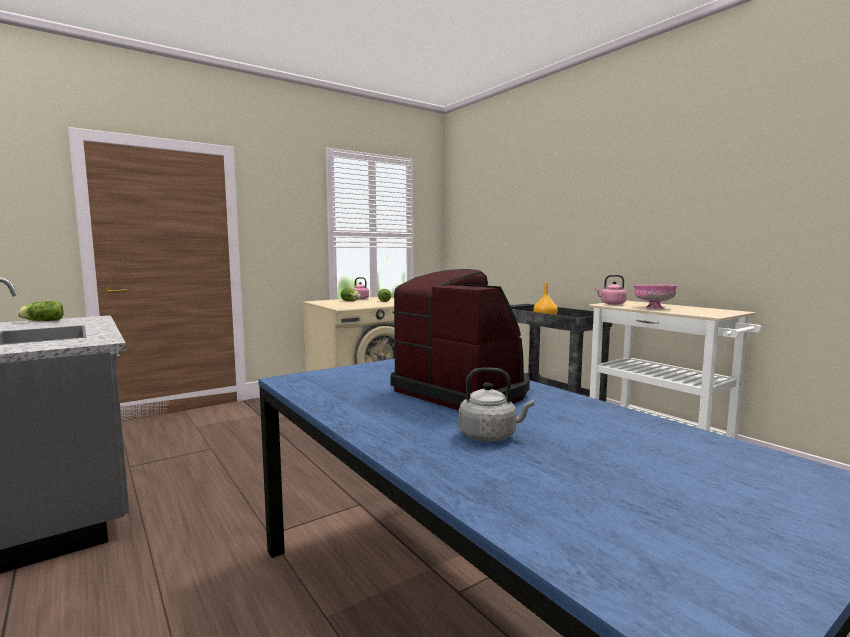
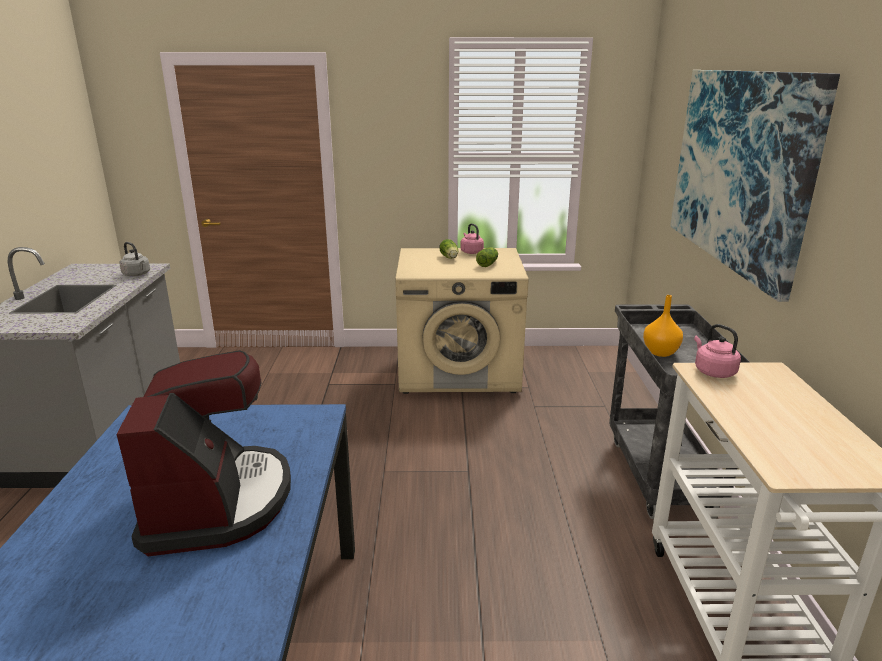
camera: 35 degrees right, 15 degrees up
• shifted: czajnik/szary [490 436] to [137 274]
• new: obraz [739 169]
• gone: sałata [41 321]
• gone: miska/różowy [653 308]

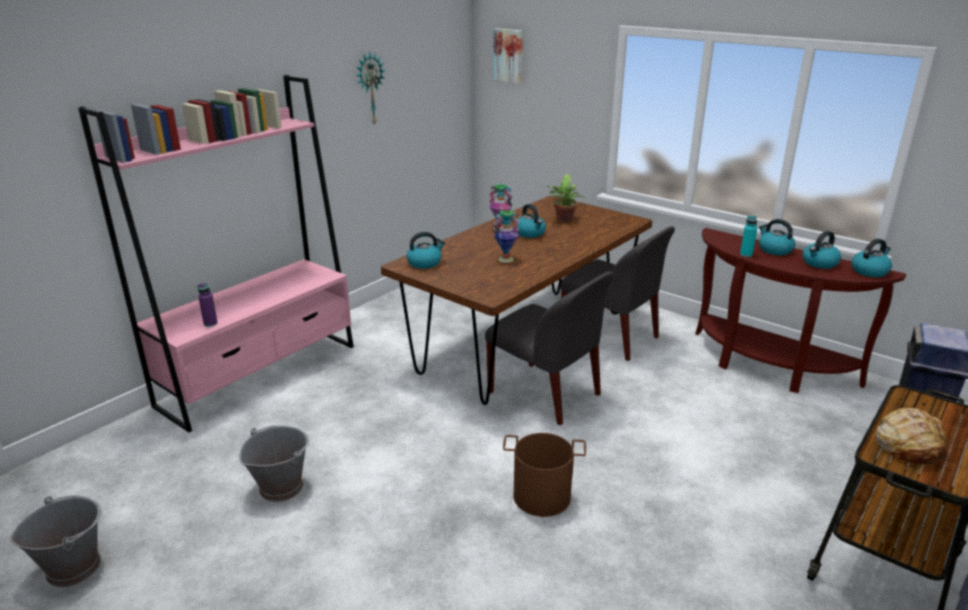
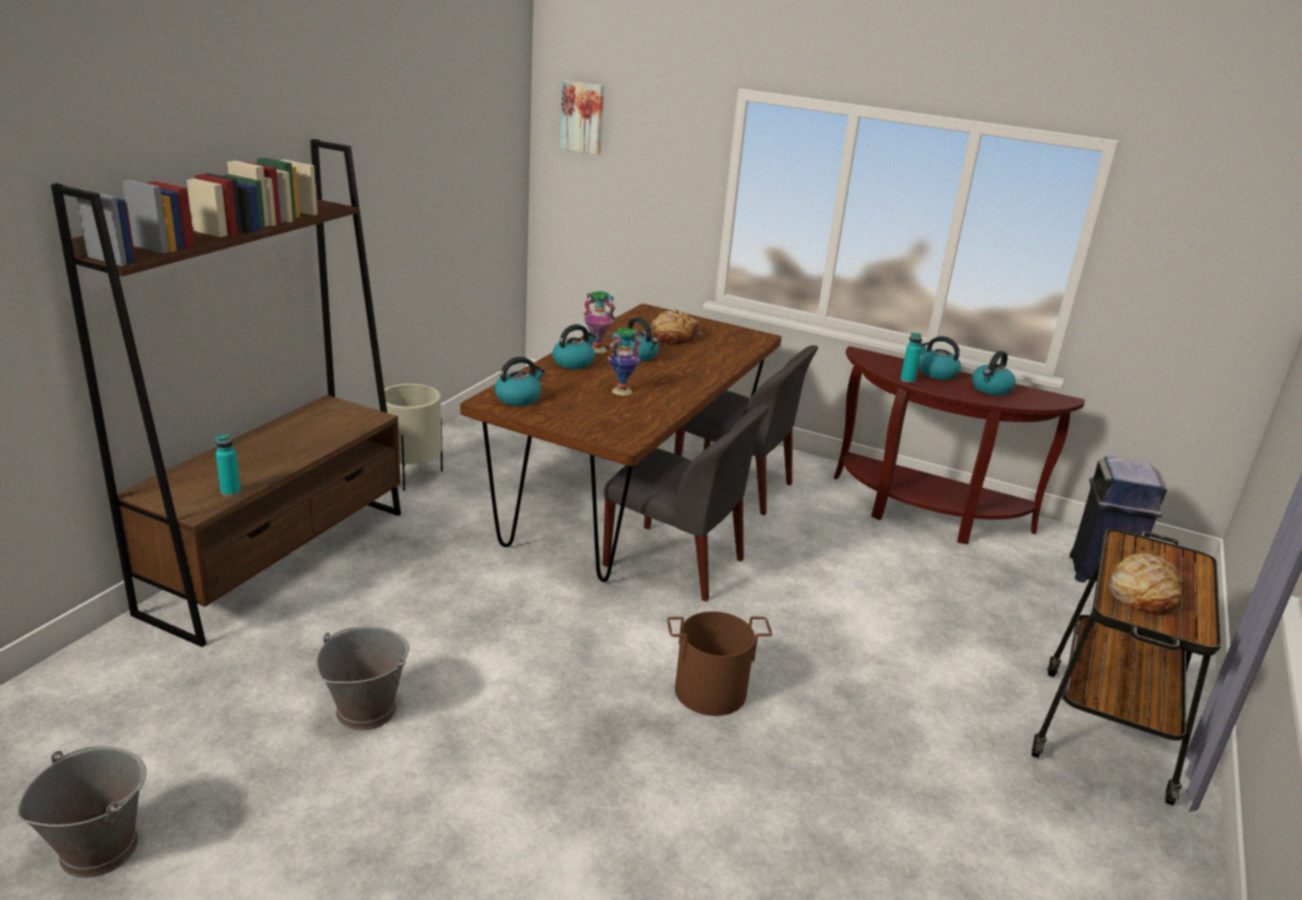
camera: 15 degrees left, 0 degrees up
• repainted: regał/różowy [260 374] to regał/brązowy [279 559]
• repainted: butelka/fioletowy [210 324] to butelka/turkusowy [230 491]
• new: donica/beżowy [412 476]
• shifted: czajnik [869 271] to [573 363]
• swapped: roślina doniczkowa [564 220] to chleb [673 337]
• gone: zegar ścienny [369 89]

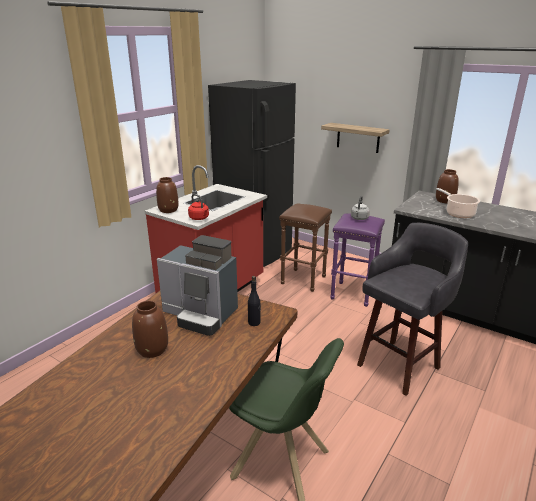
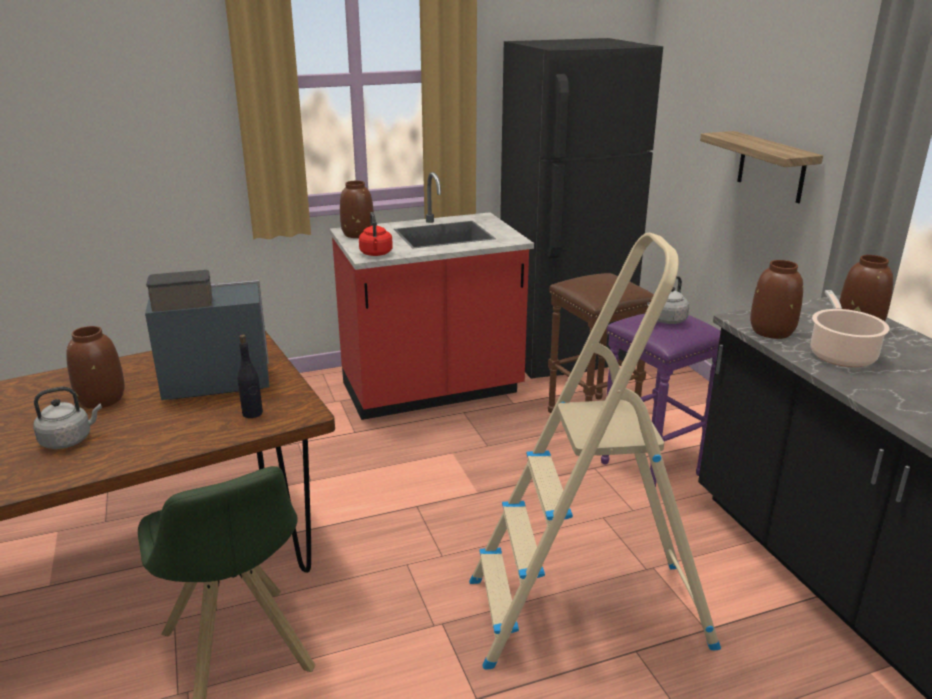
camera: 35 degrees right, 0 degrees up
• new: czajnik/szary [69 440]
• rotated: ekspres do kawy [201 315] = [212 381] 105 degrees clockwise
• swapped: stołek/szary [401 365] to drabinka/beżowy [586 613]
• new: wazon/brązowy [771 332]

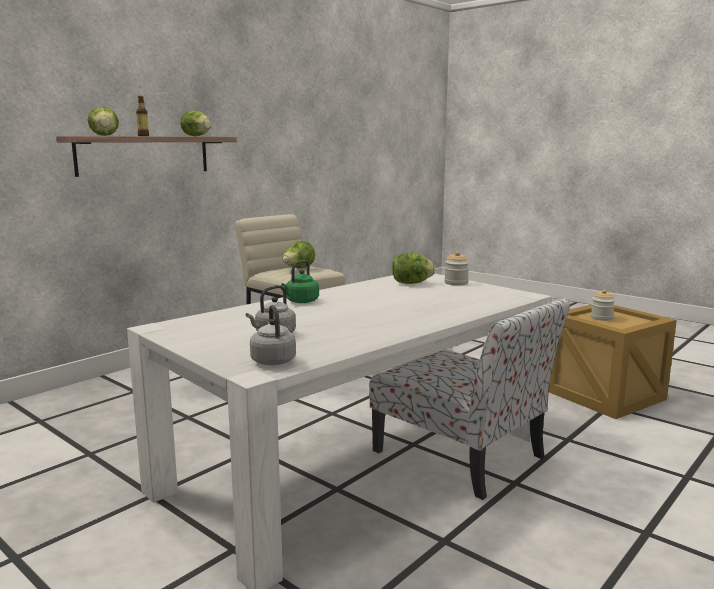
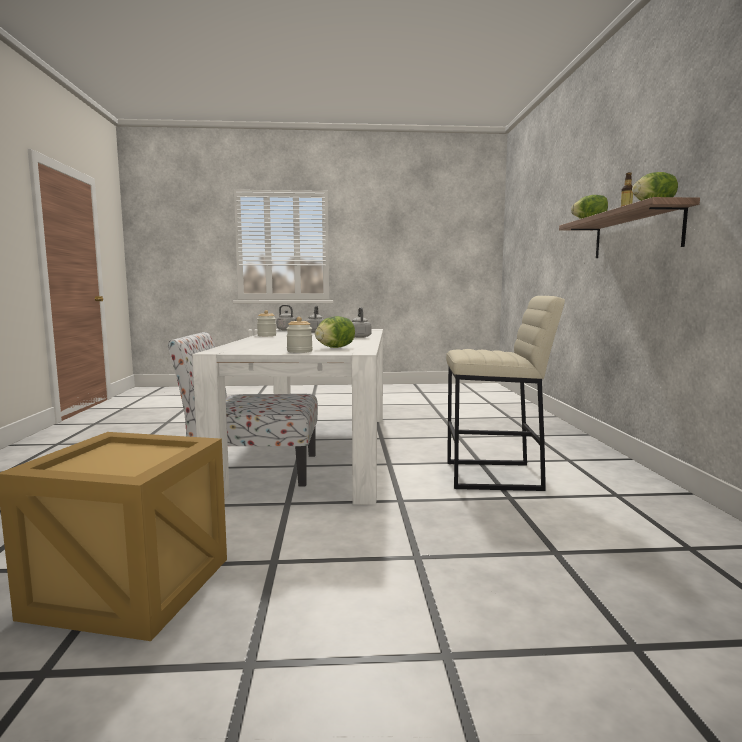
camera: 135 degrees right, 5 degrees down
• shifted: słoik [601 318] to [266 335]
• repainted: czajnik/zielony [301 301] to czajnik/szary [359 337]
• gone: sałata [298 269]

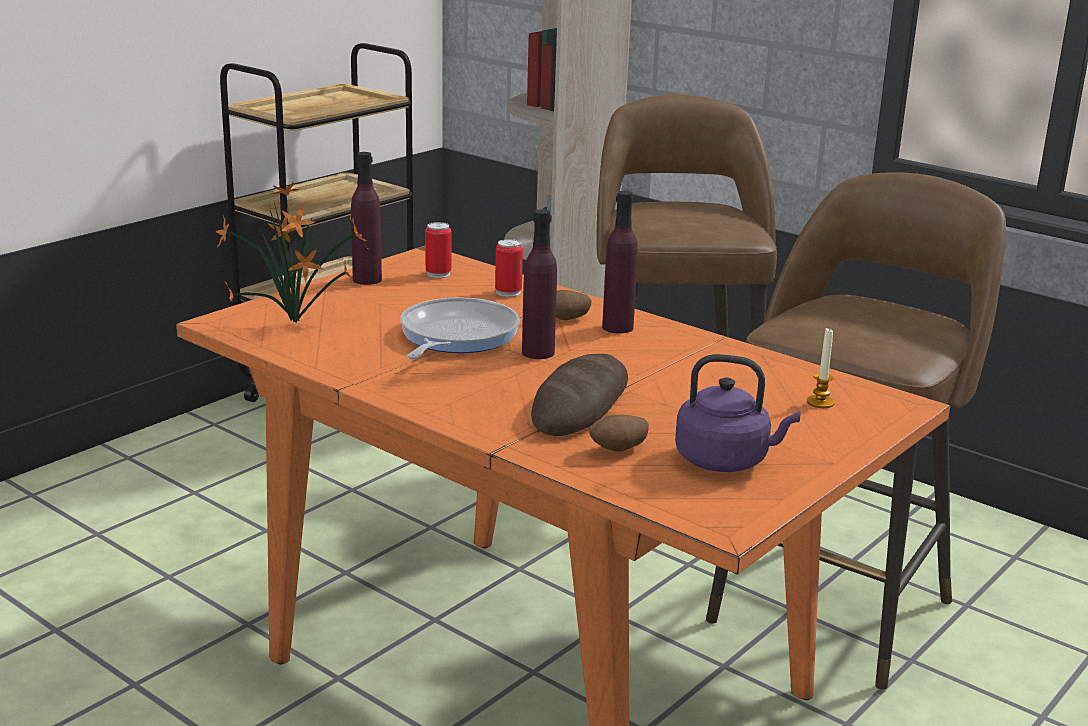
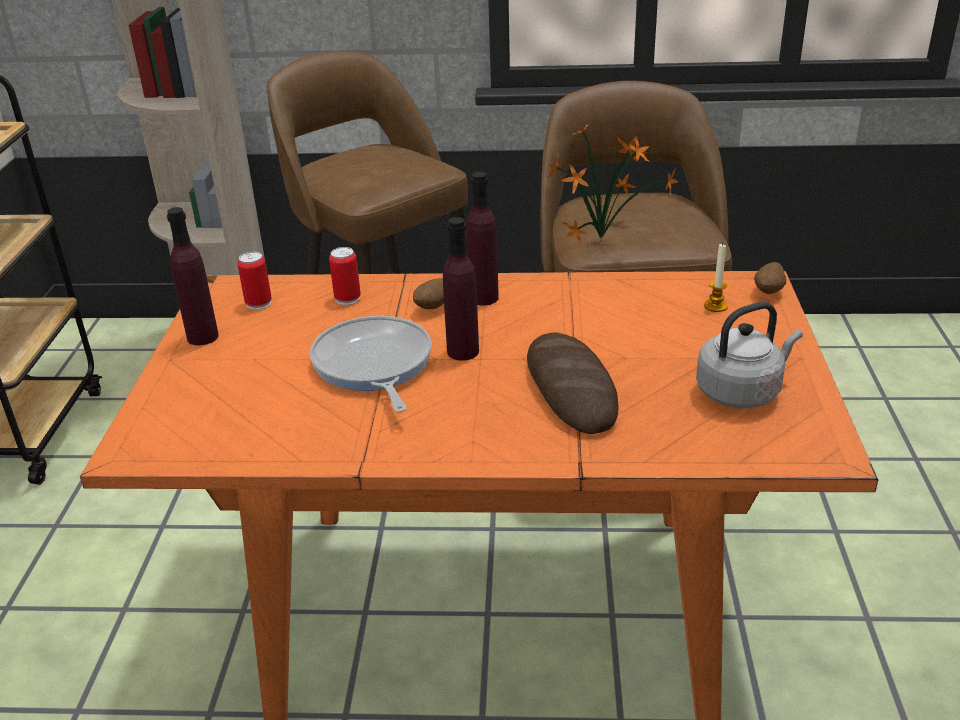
camera: 35 degrees left, 10 degrees up
• shifted: roślina doniczkowa [299 323] to [603 238]
• repainted: czajnik/fioletowy [726 461] to czajnik/szary [741 391]
• shifted: ziemniak [618 450] to [768 292]

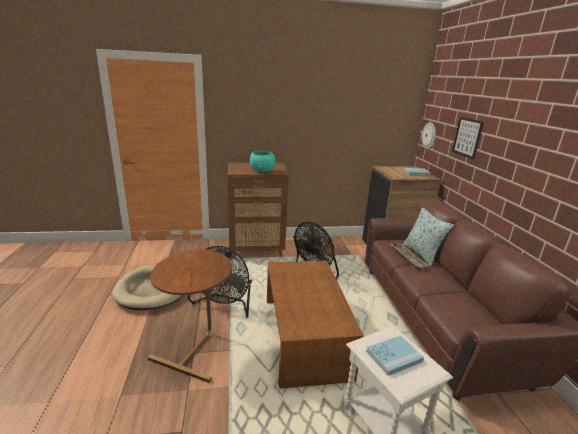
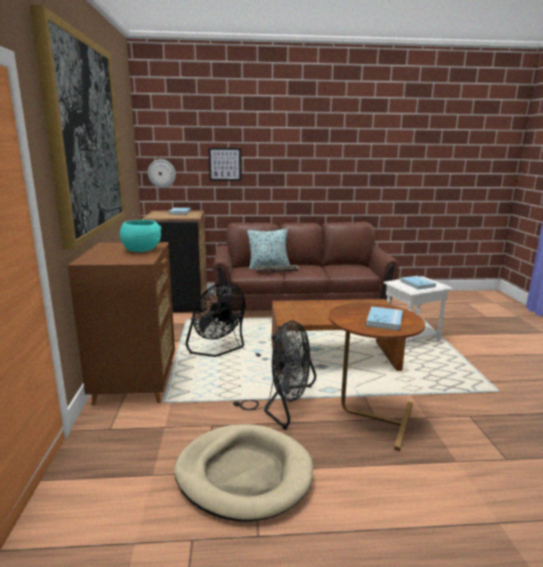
camera: 85 degrees left, 5 degrees down
• new: obraz [85 138]
• new: książka/niebieski [384 320]

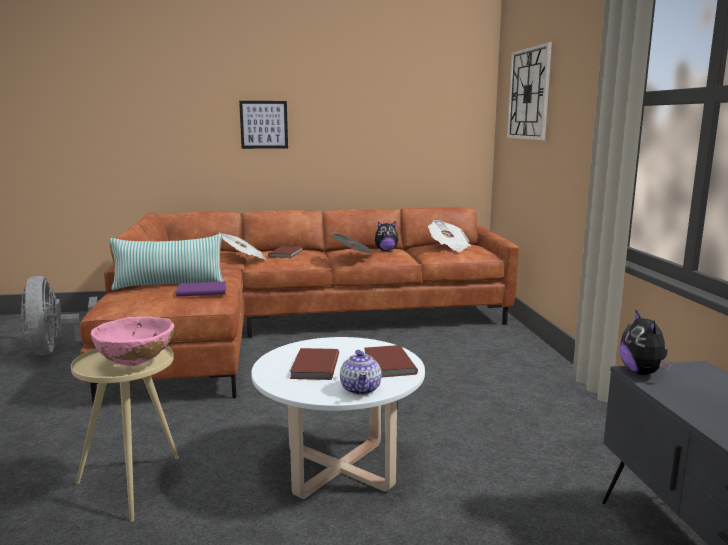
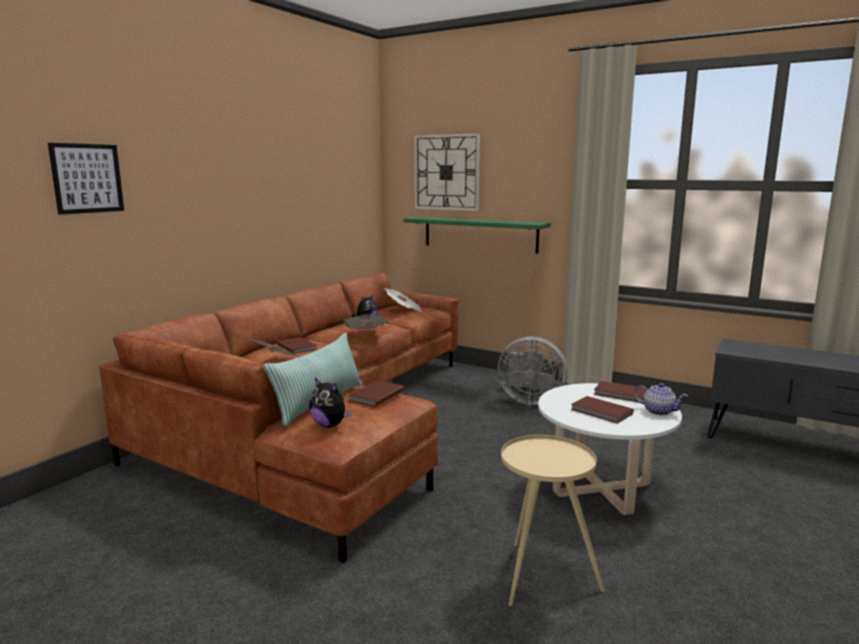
camera: 50 degrees left, 0 degrees up
• shifted: obraz [264 124] to [87 178]
• shifted: pluszak [642 373] to [330 425]
• repainted: książka/fioletowy [201 291] to książka/brązowy [375 395]
• new: półka/zielony [480 234]
• shifted: wentylator/szary [57 350] to [529 400]
• gone: miska/różowy [136 363]

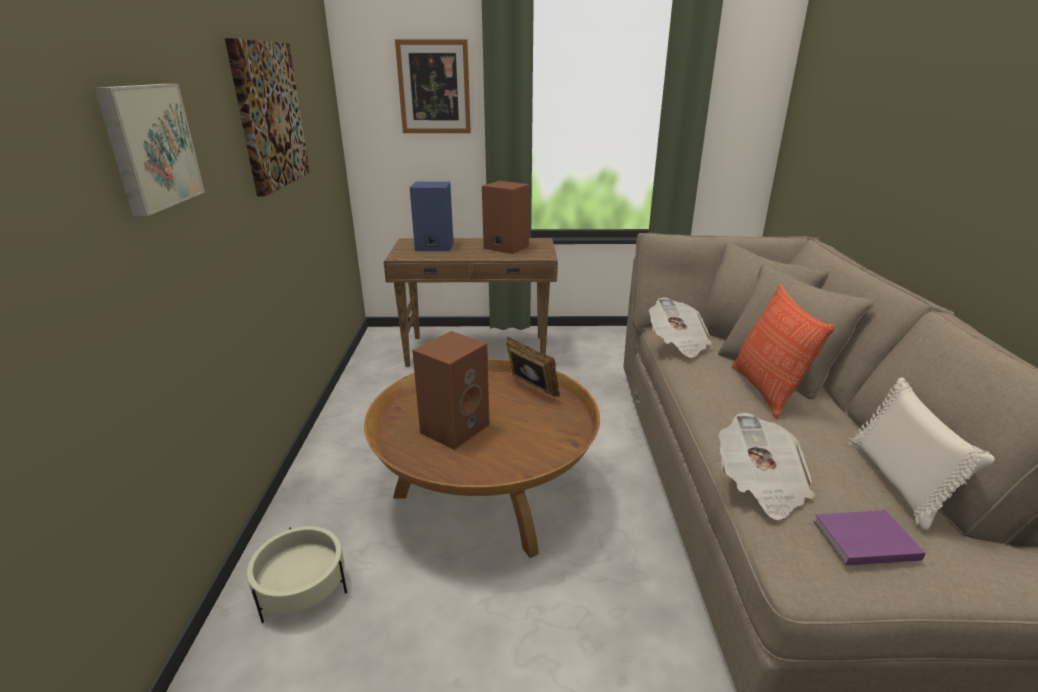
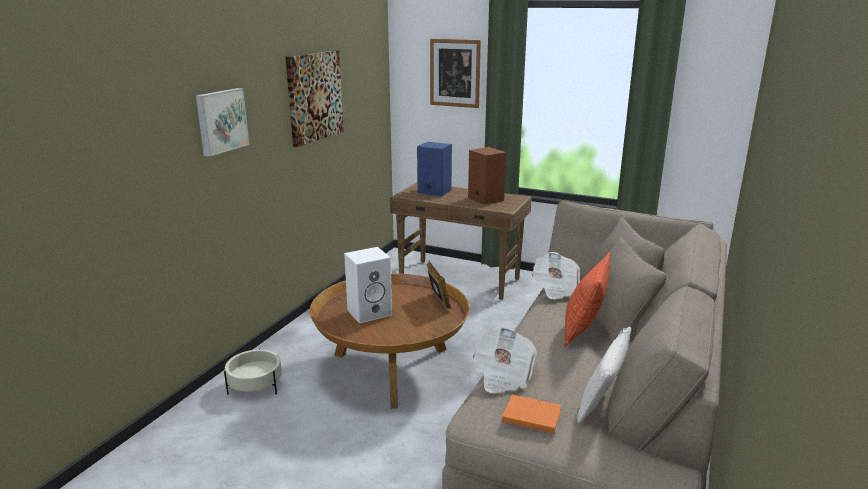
camera: 25 degrees right, 5 degrees down
• repainted: głośnik/brązowy [455 427] to głośnik/biały [370 312]
• repainted: książka/fioletowy [862 539] to książka/pomarańczowy [530 415]

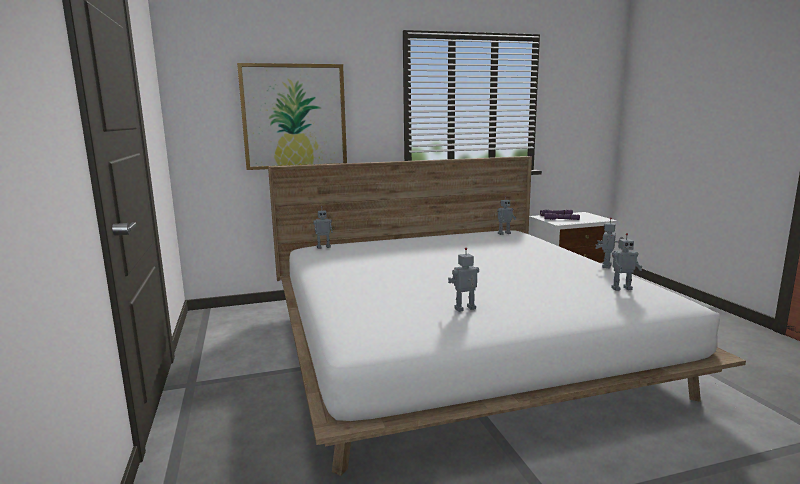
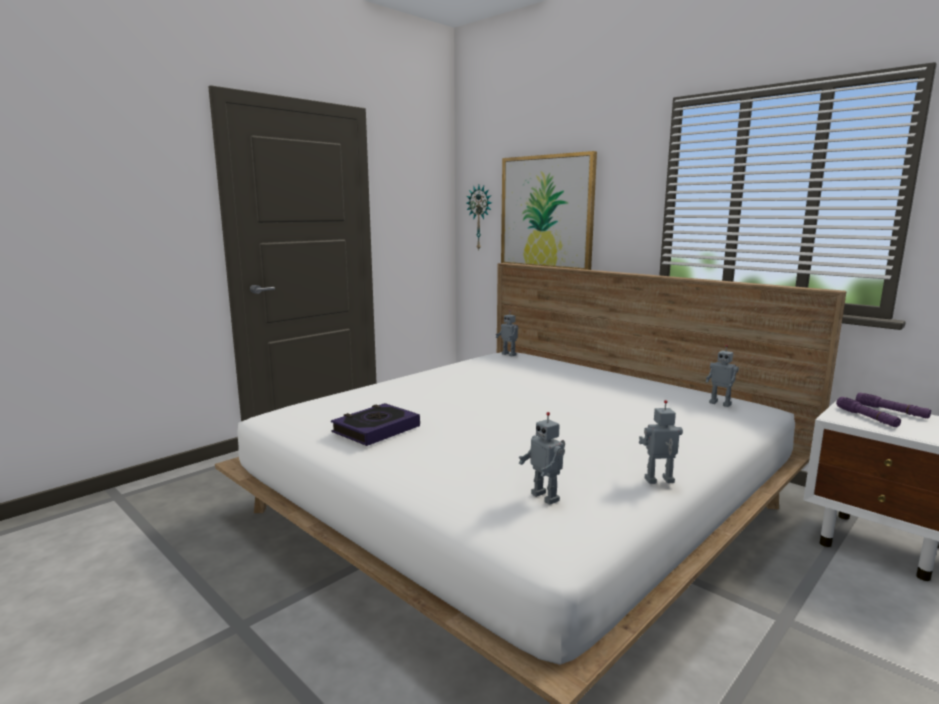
camera: 60 degrees right, 0 degrees up
• swapped: robot zabawkowy [465 309] to książka [376 429]
• new: zegar ścienny [480 217]

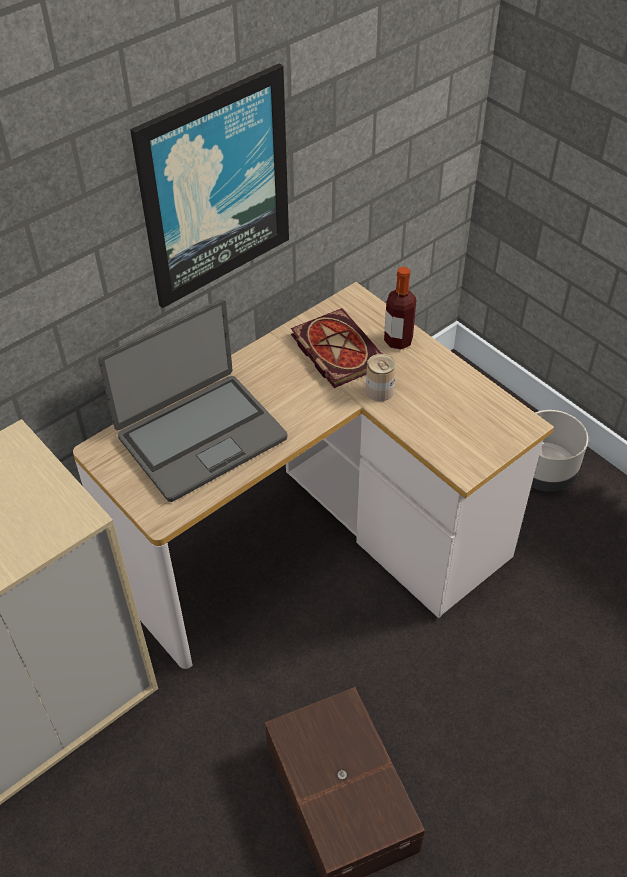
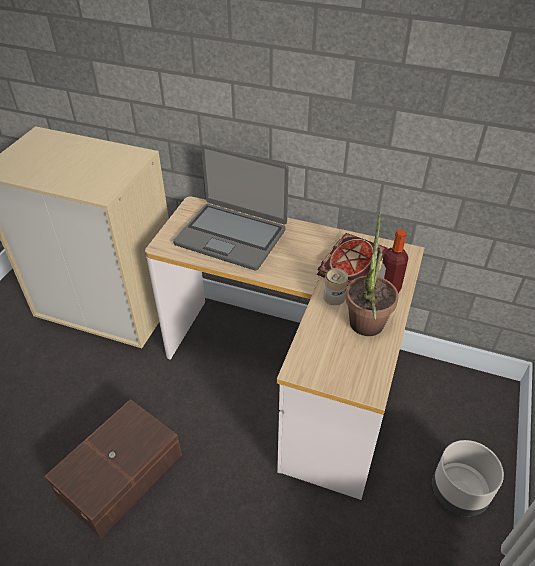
camera: 60 degrees right, 5 degrees down
• new: roślina doniczkowa [365 329]
• gone: obraz [214 188]

